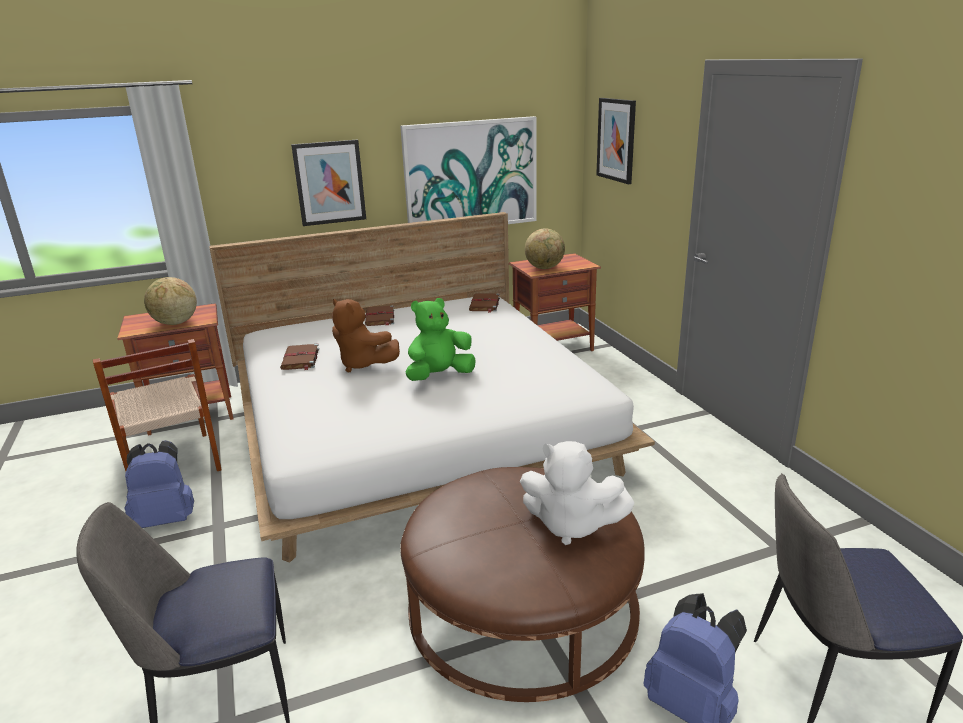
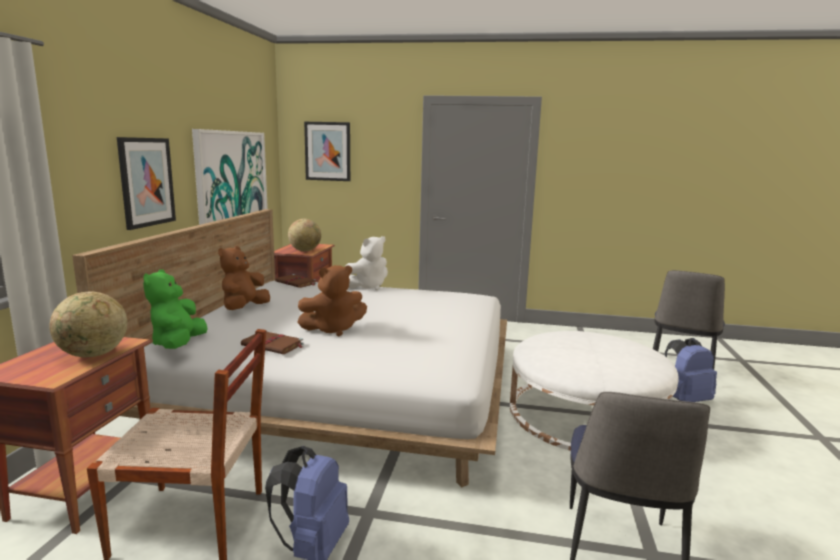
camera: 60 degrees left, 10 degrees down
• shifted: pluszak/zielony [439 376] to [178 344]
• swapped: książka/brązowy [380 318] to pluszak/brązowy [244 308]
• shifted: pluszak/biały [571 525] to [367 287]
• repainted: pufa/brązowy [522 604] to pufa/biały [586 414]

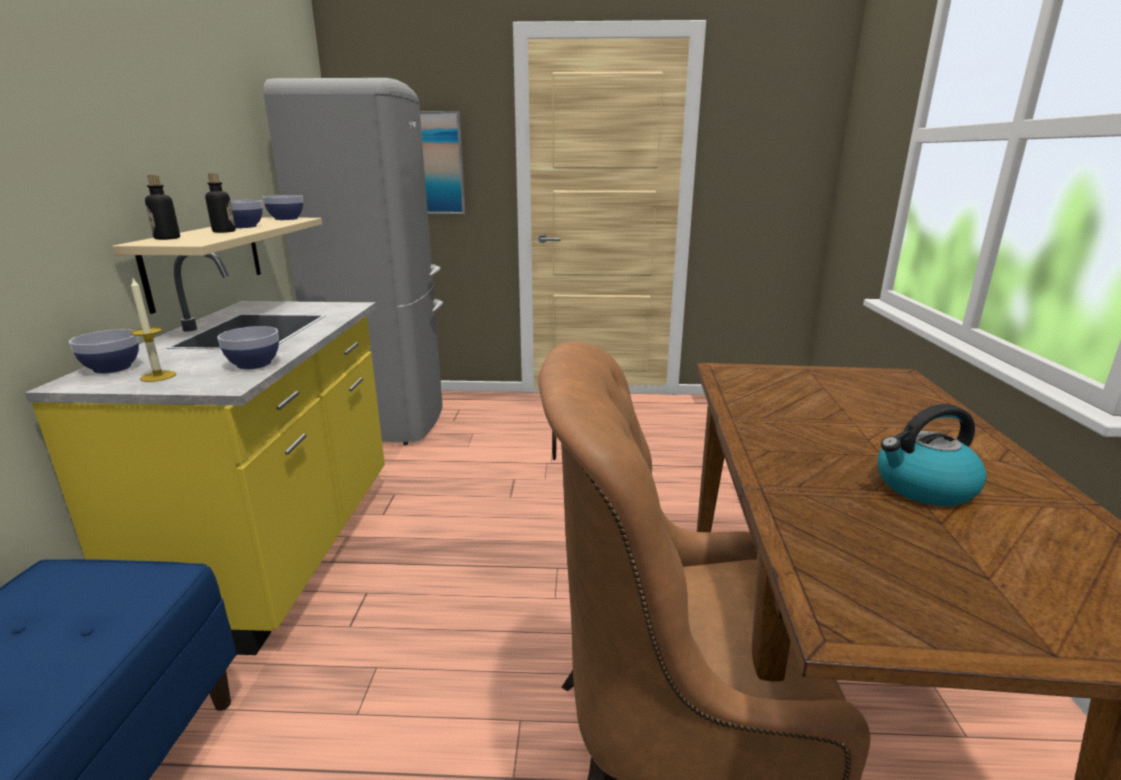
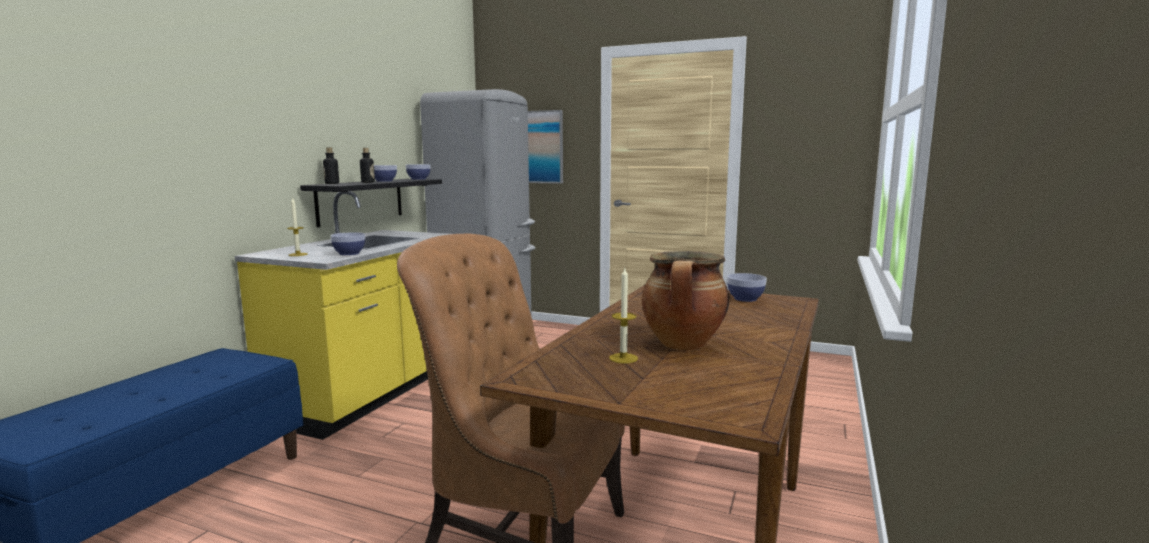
camera: 20 degrees right, 10 degrees down
• repainted: półka/beżowy [205 260] to półka/czarny [361 201]
• new: świeca [623 358]
• swapped: czajnik [923 487] to garnek [684 345]
• shifted: miska [112 368] to [745 299]

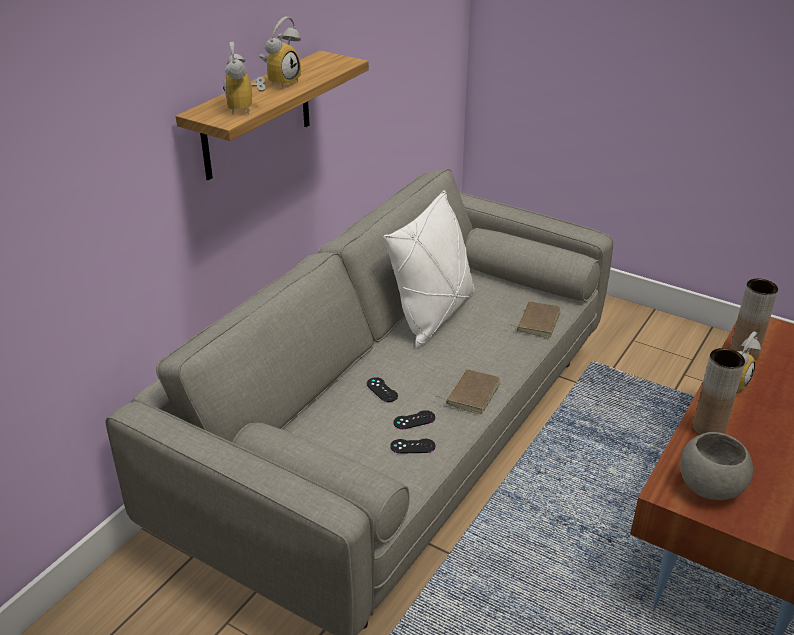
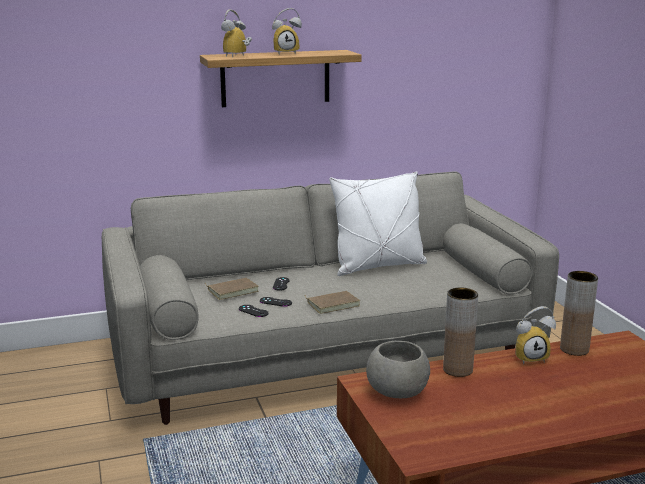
camera: 40 degrees right, 15 degrees down
• shifted: książka/brązowy [536 321] to [232 290]

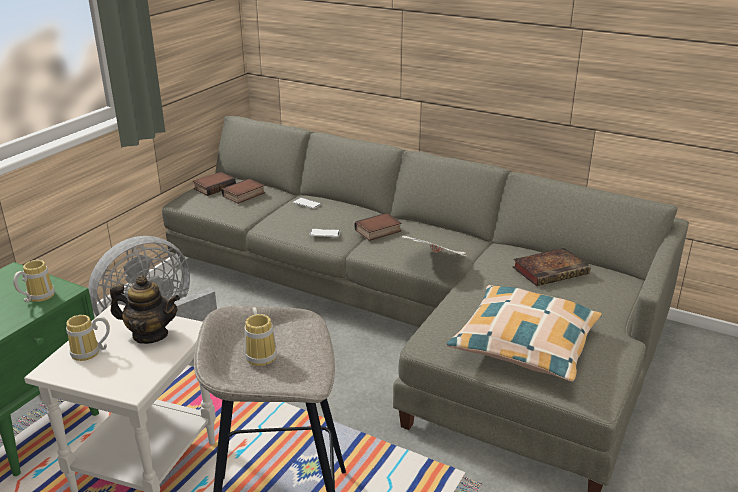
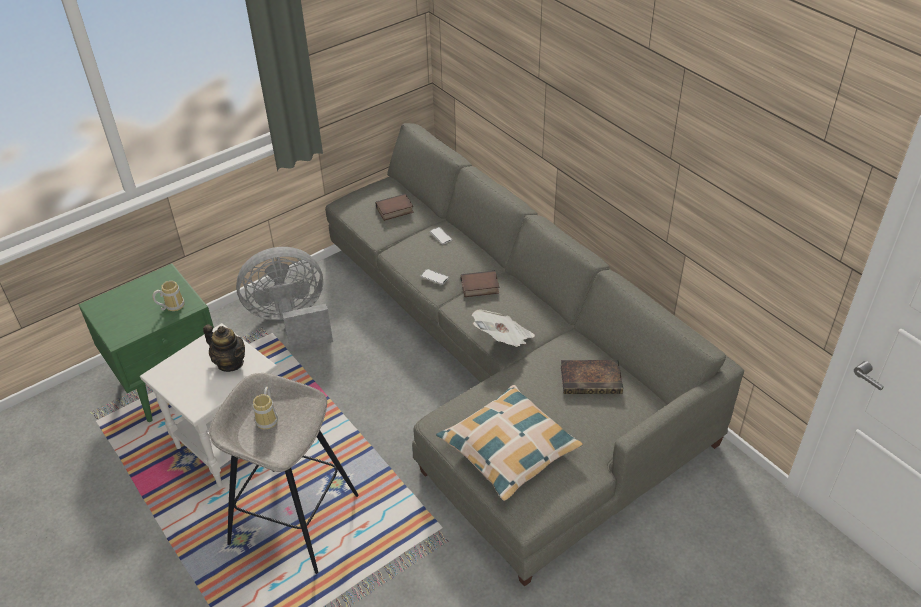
camera: 25 degrees right, 15 degrees up
• gone: kubek [90 353]
• gone: książka [214 187]

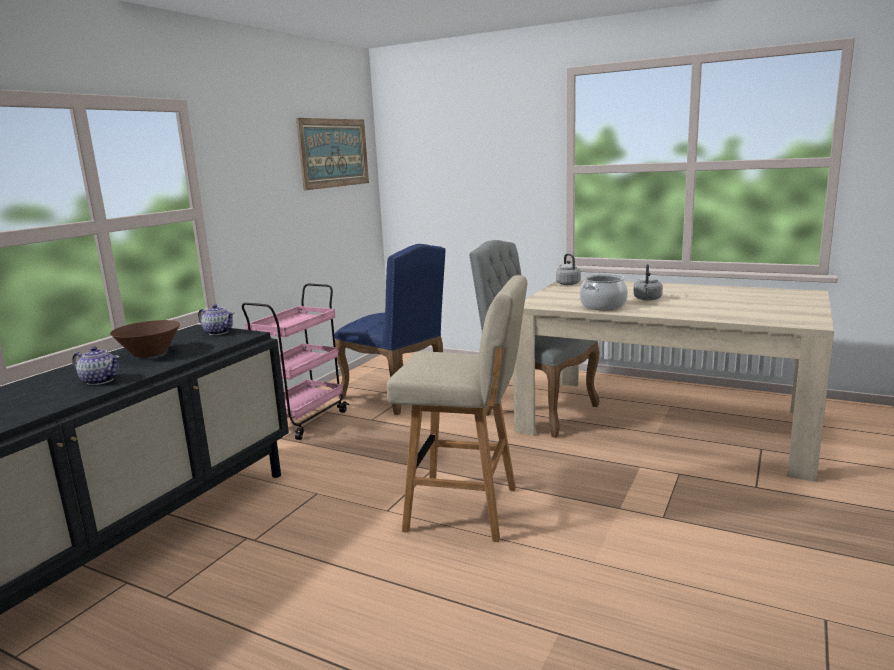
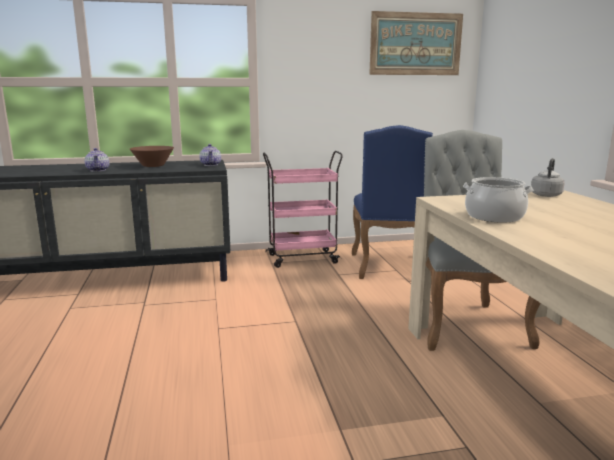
camera: 50 degrees right, 0 degrees up
• gone: stołek/beżowy [466 509]
• gone: czajnik/szary [647 299]

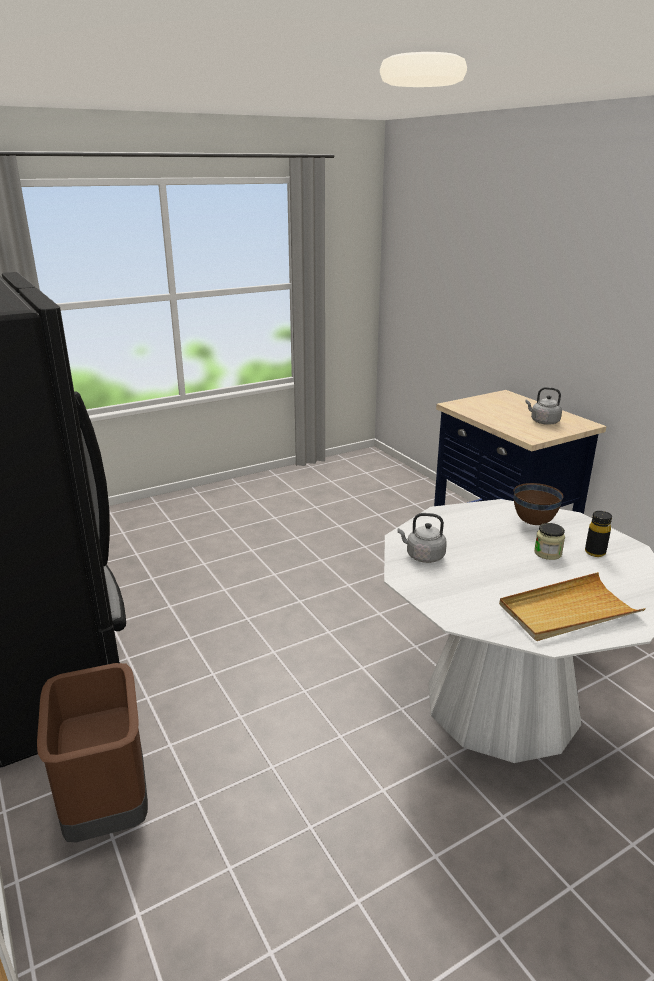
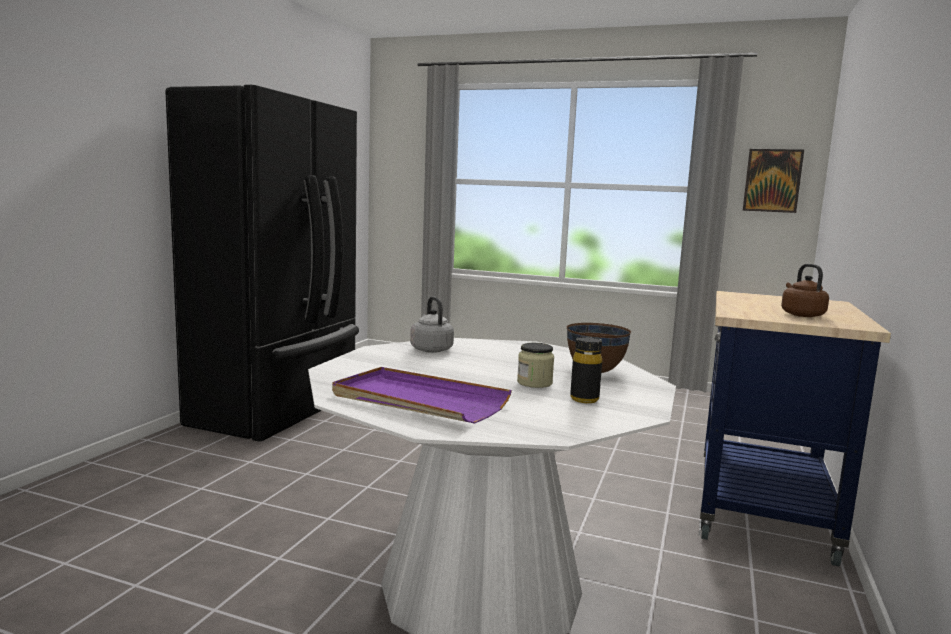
camera: 50 degrees right, 15 degrees down
• repainted: taca/beżowy [568 611] to taca/fioletowy [418 400]
• new: obraz [772 180]
• repainted: czajnik/szary [543 421] to czajnik/brązowy [801 314]
• gone: kosz na śmieci/brązowy [106 807]

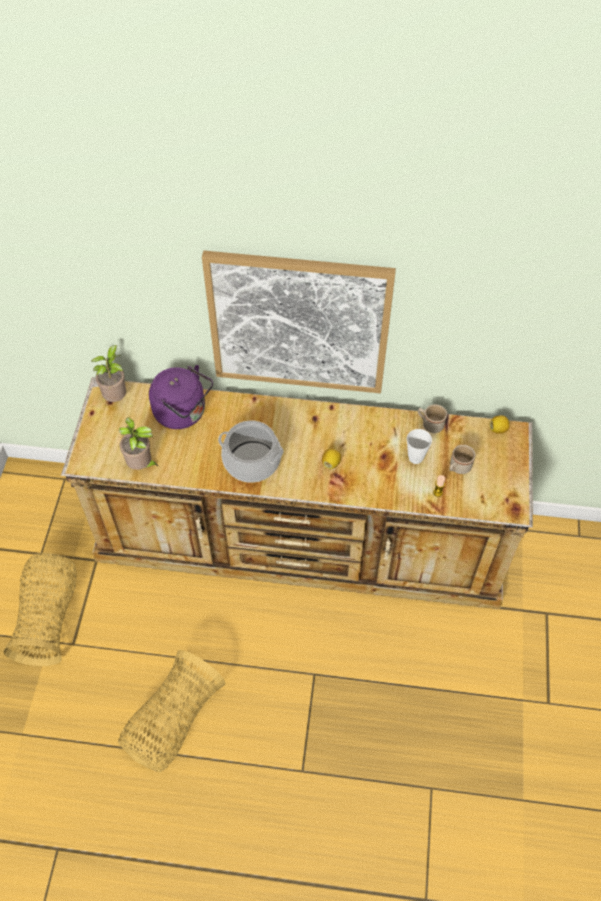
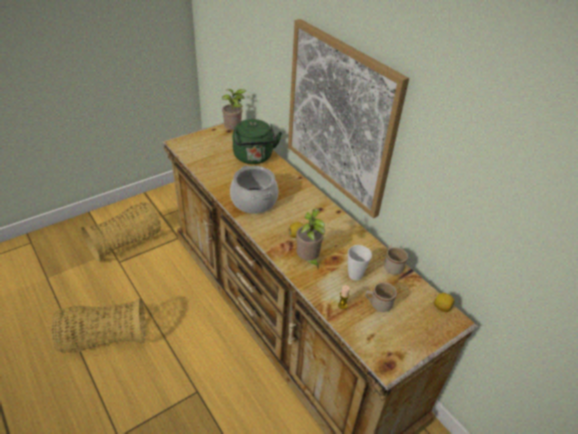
camera: 45 degrees right, 15 degrees down
• repainted: czajnik/fioletowy [183 413] to czajnik/zielony [254 158]
• shifted: roślina doniczkowa [142 465] to [308 260]

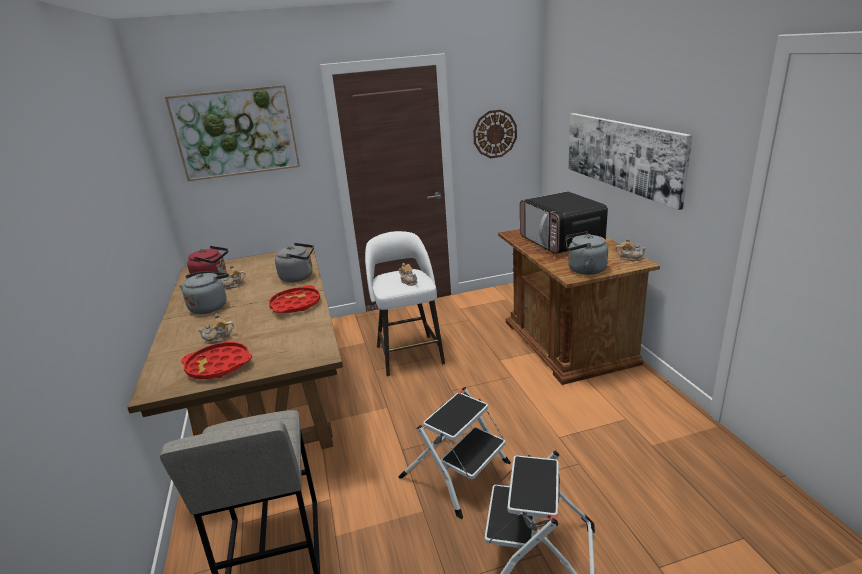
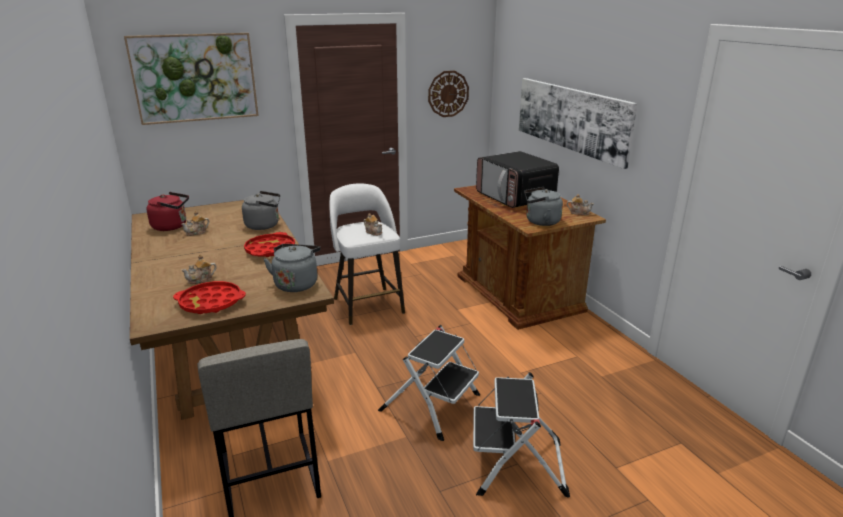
camera: 10 degrees left, 0 degrees up
• shifted: czajnik/szary [210 306] to [296 283]

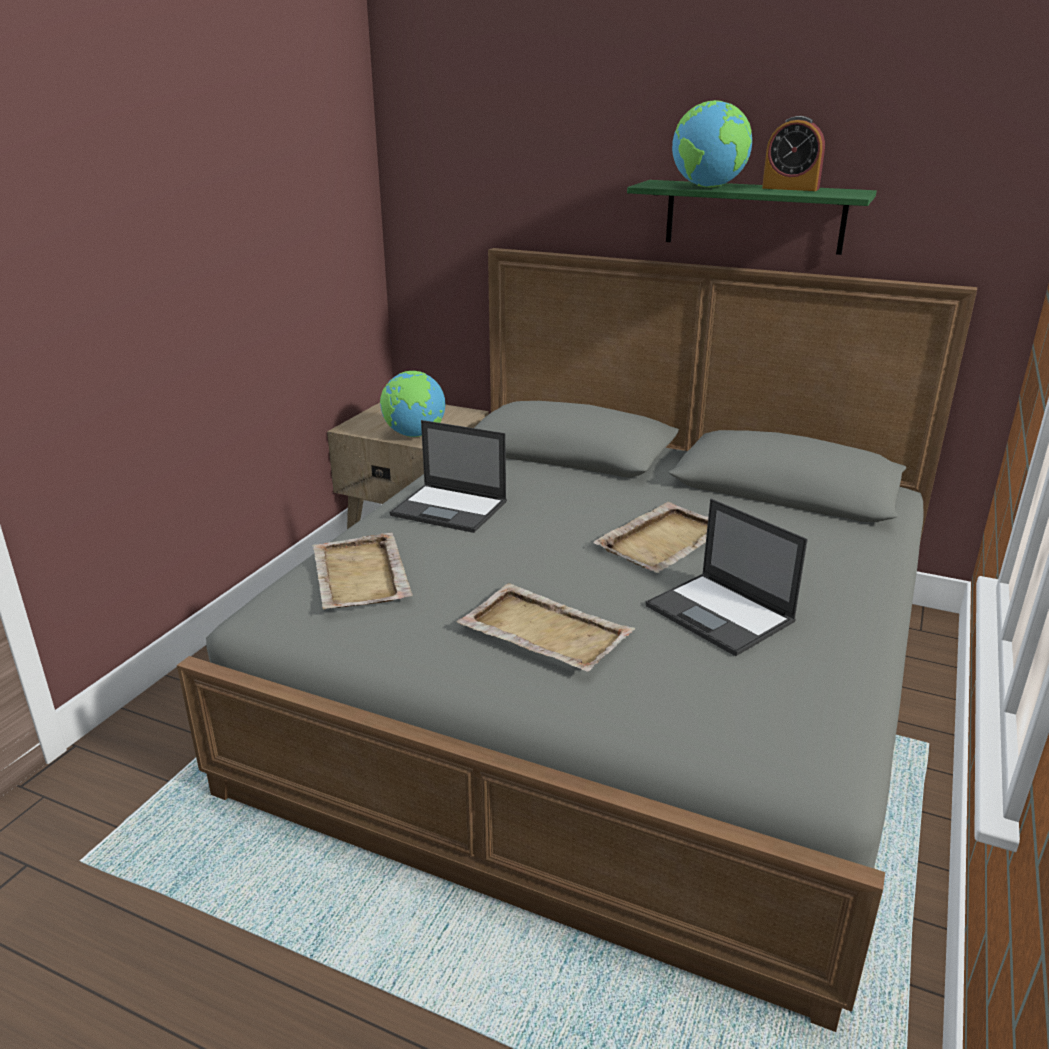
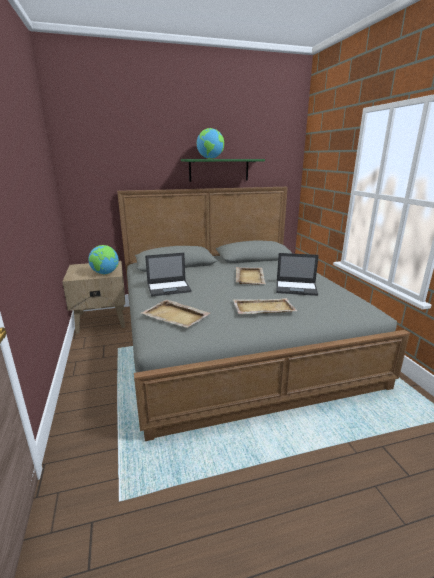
camera: 40 degrees left, 5 degrees down
• gone: budzik [790 188]

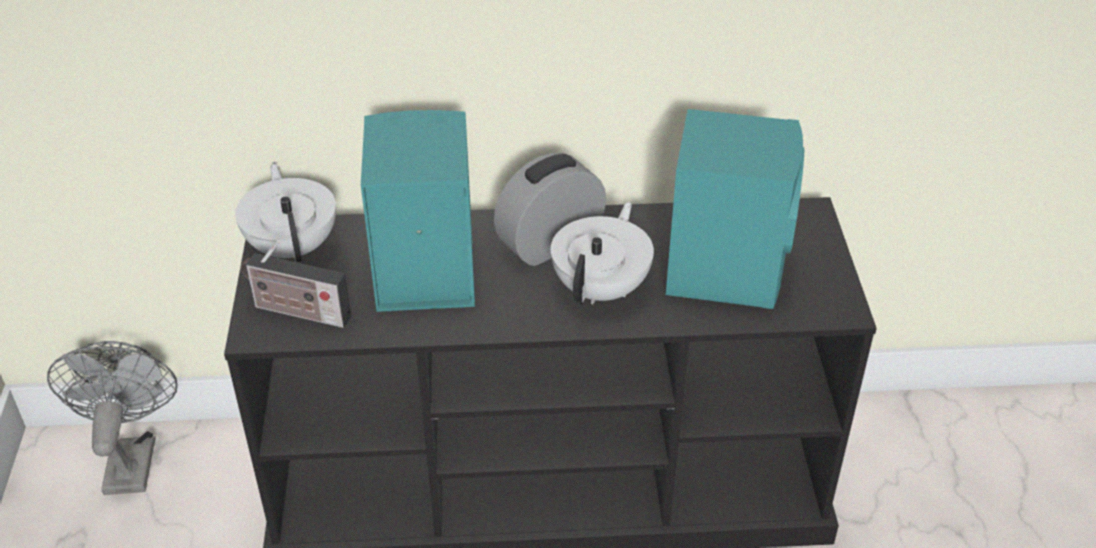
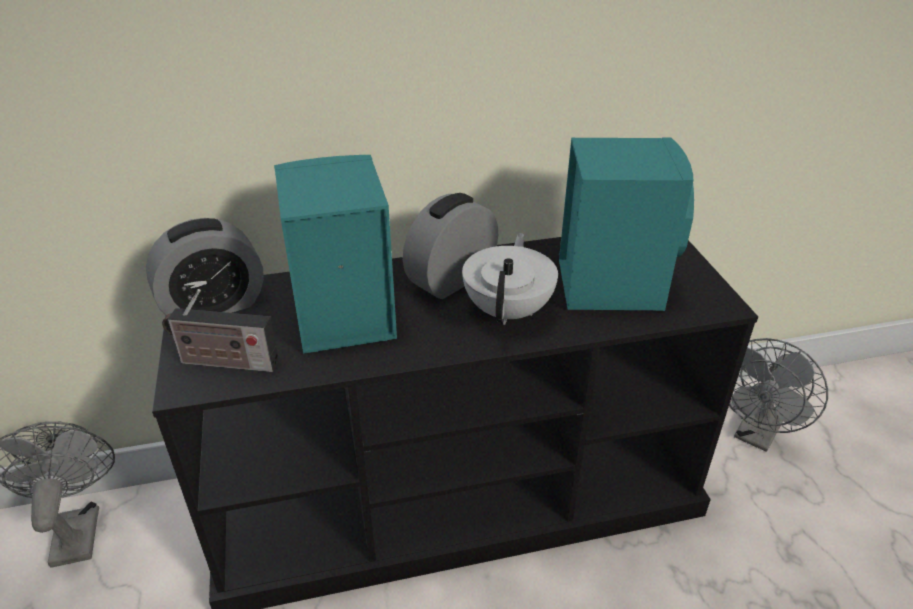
camera: 10 degrees left, 5 degrees down
• swapped: imbryk/biały [293 246] to budzik [214 306]
• new: wentylator/szary [756 435]

